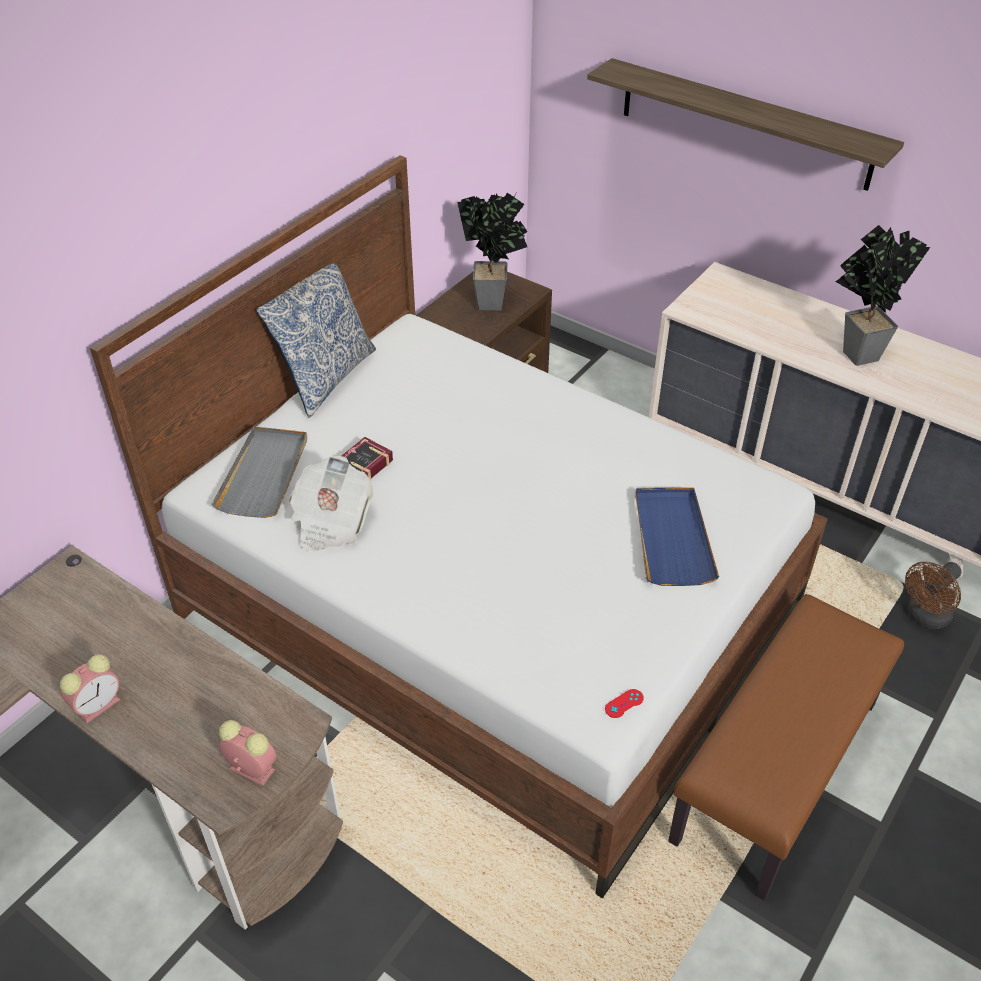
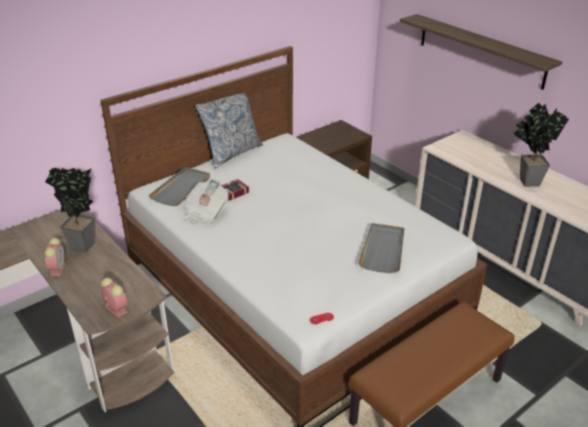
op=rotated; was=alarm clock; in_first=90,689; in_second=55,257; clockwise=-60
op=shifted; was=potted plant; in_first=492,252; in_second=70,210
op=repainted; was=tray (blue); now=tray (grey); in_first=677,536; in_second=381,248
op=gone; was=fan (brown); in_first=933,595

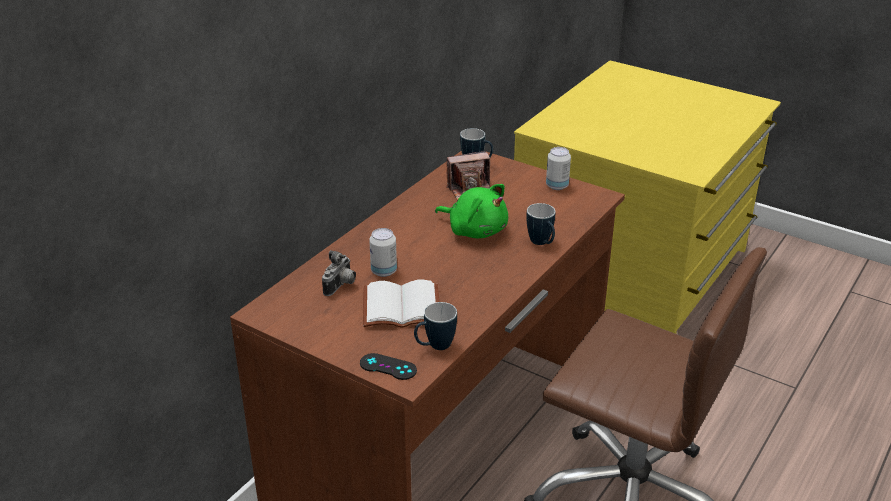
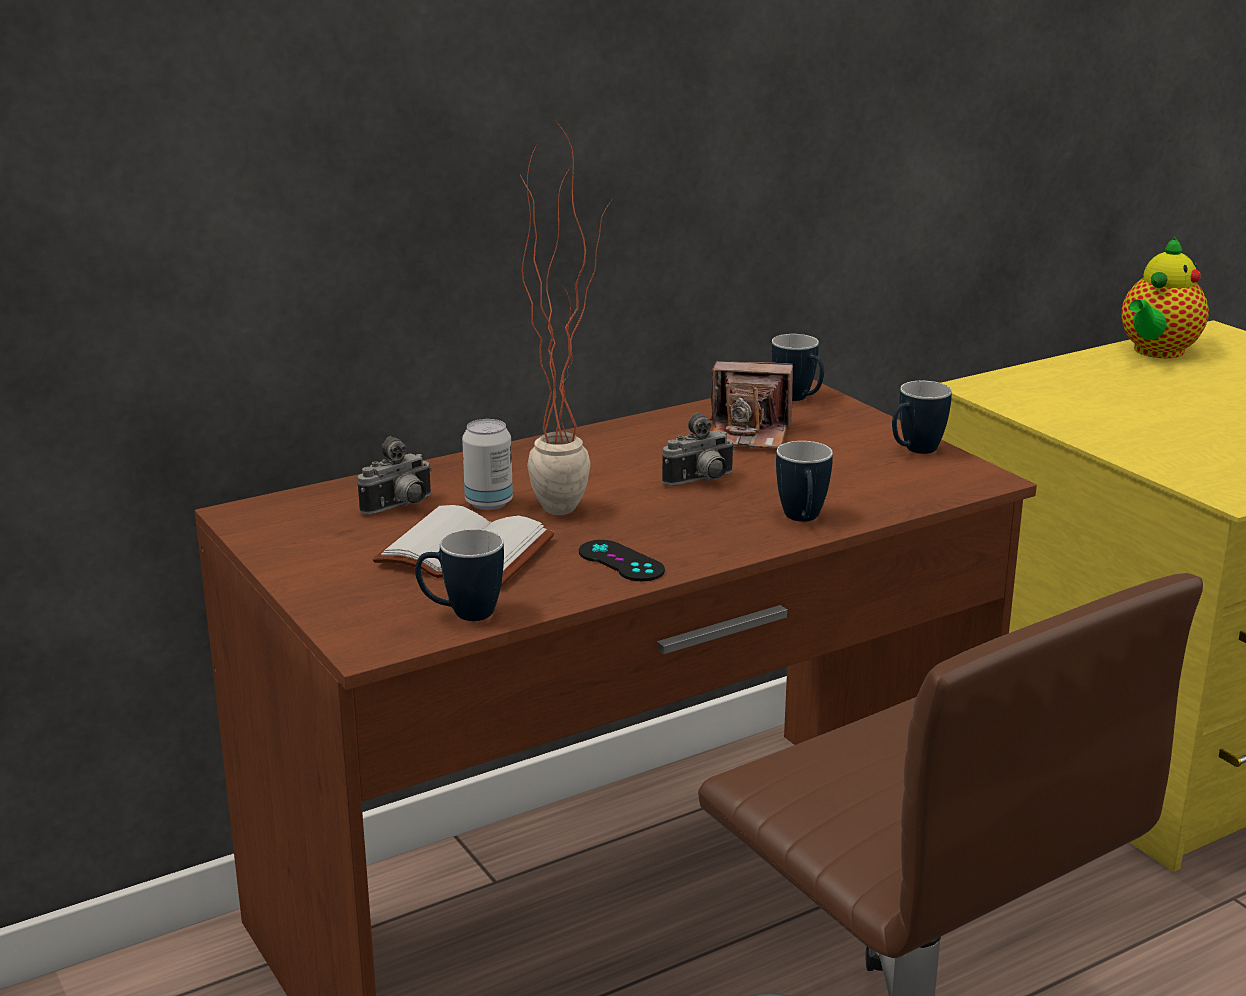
op=new; now=potted plant; in_second=566,317
op=shifted; was=game controller (black); in_first=388,366; in_second=622,560
op=swapped; was=plush toy (green); now=photo camera; in_first=471,211; in_second=698,449
op=swapped; was=can; now=mug; in_first=558,168; in_second=922,417
op=new; now=teapot; in_second=1165,297

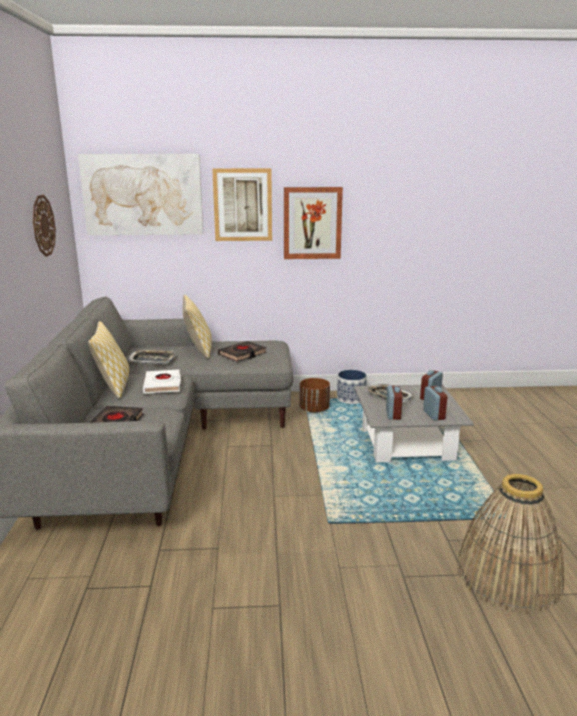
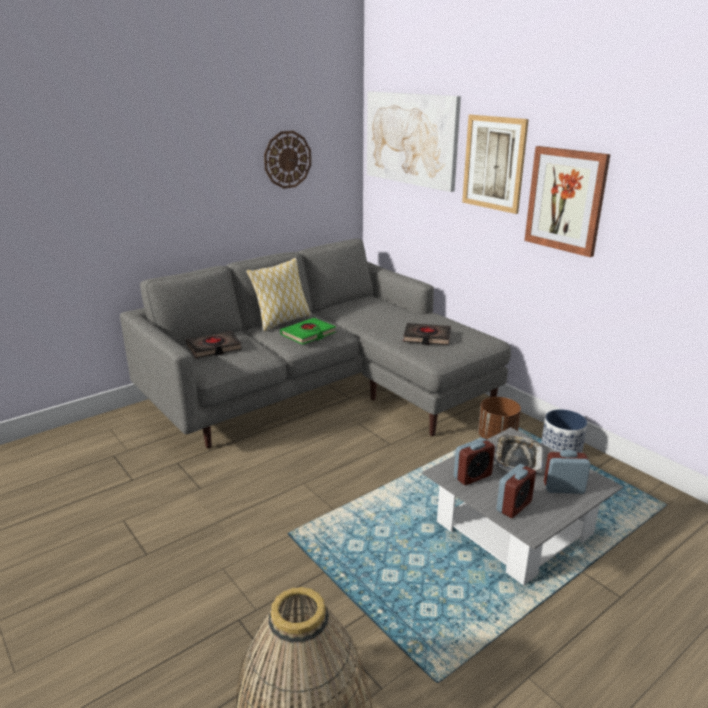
op=repainted; was=book (white); now=book (green); in_first=162,381; in_second=308,331
op=gone; was=tray; in_first=151,356
op=gone; was=pillow; in_first=197,327

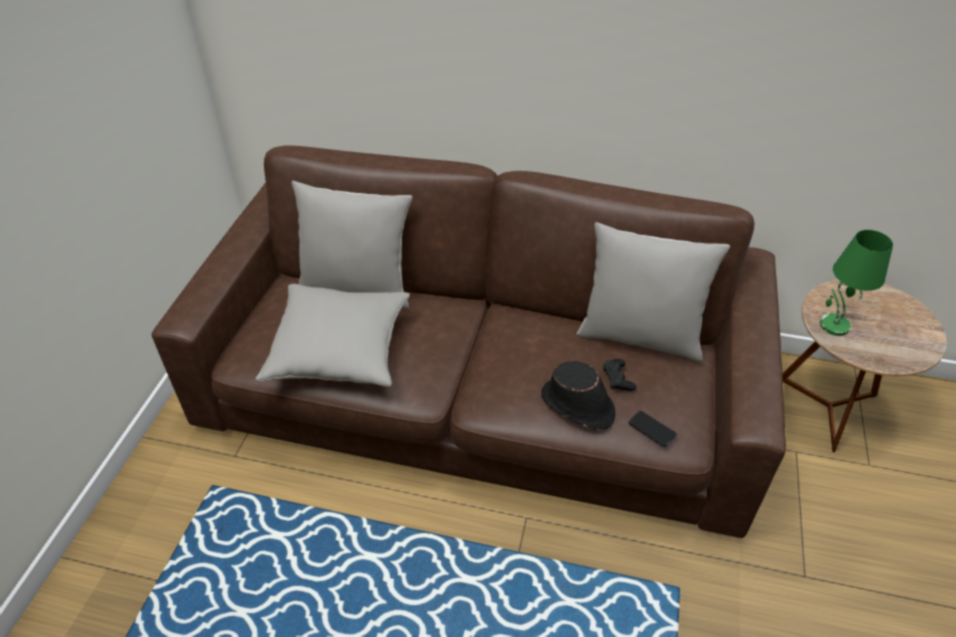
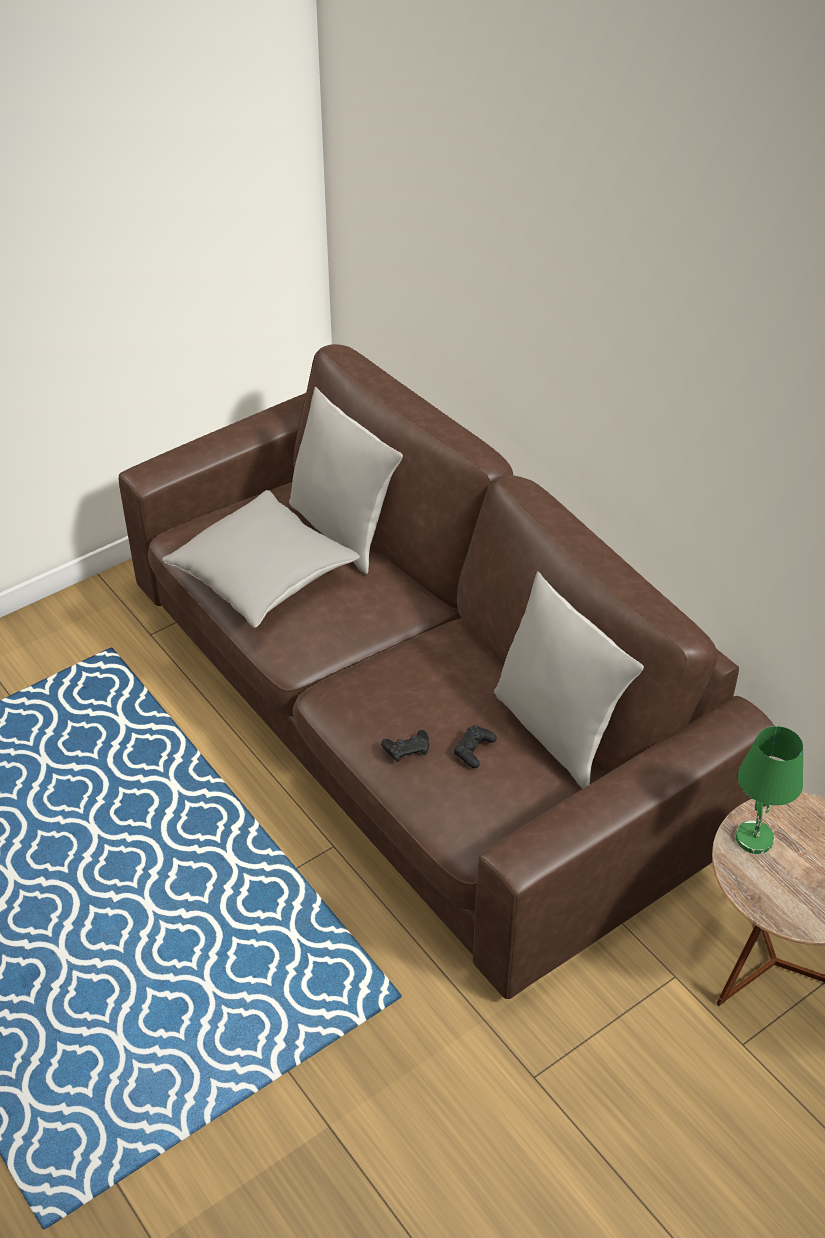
op=swapped; was=hat (black); now=game controller (black); in_first=578,395; in_second=405,746
op=gone; was=phone; in_first=653,429

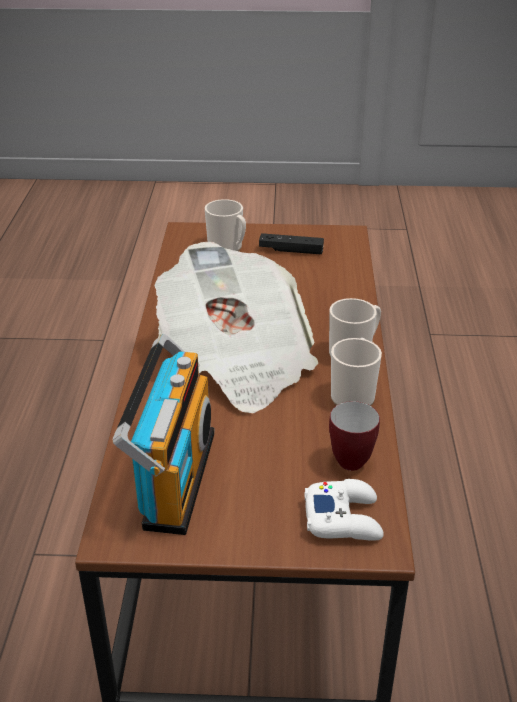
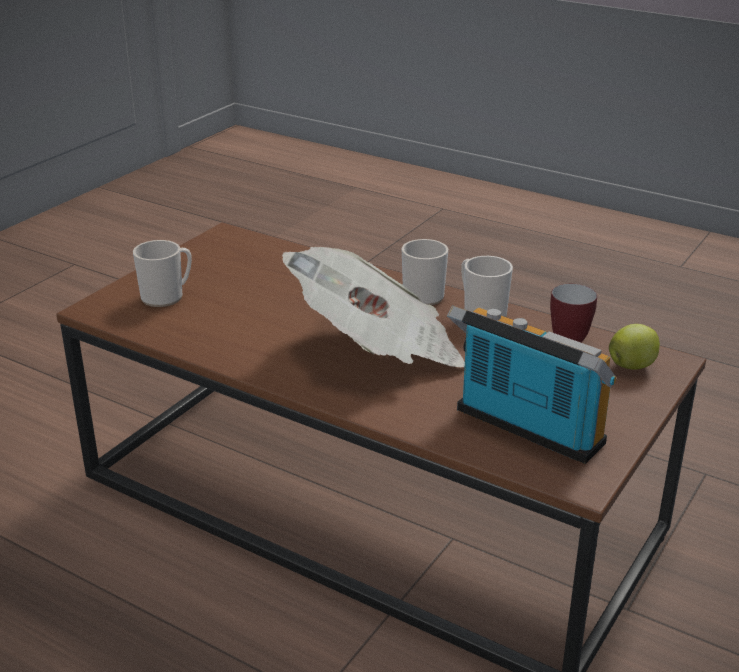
op=swapped; was=game controller (white); now=apple; in_first=344,510; in_second=634,347
op=gone; was=game controller (black); in_first=291,243

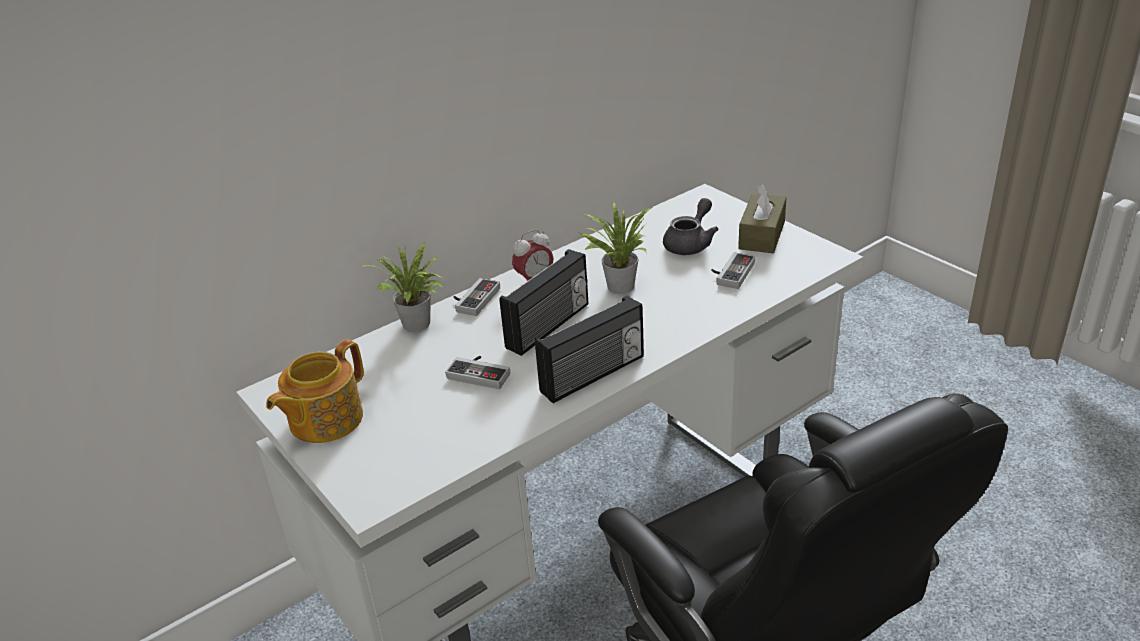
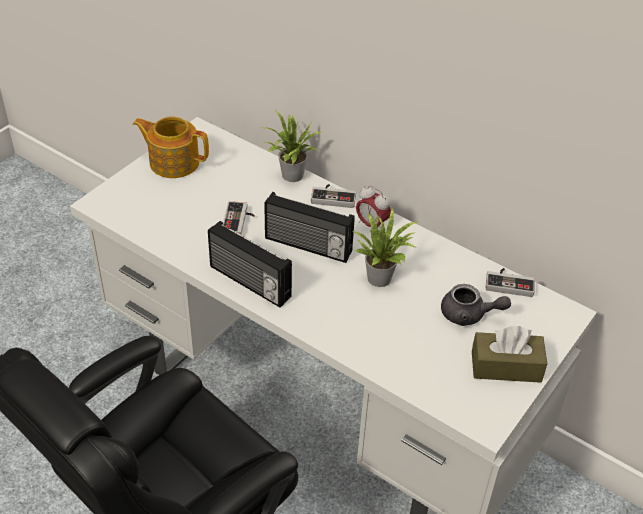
op=shifted; was=game controller; in_first=733,270; in_second=510,282

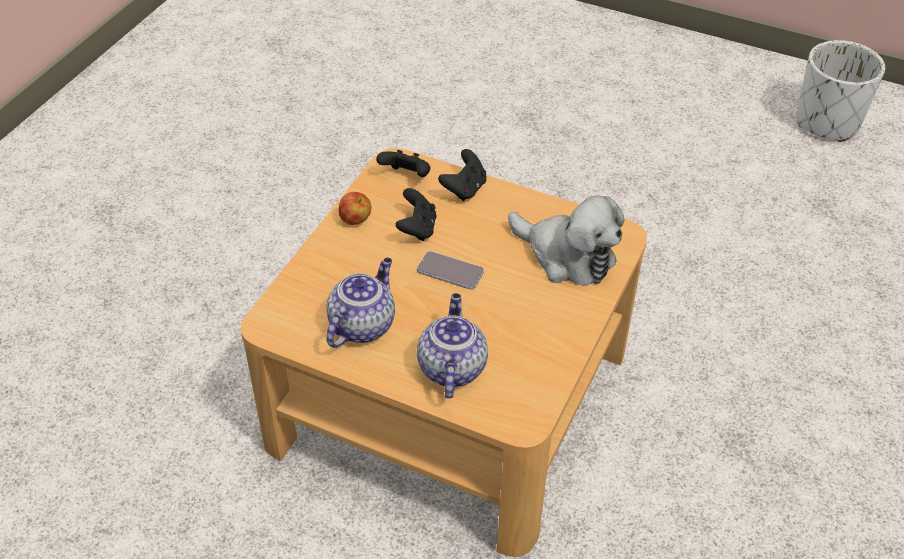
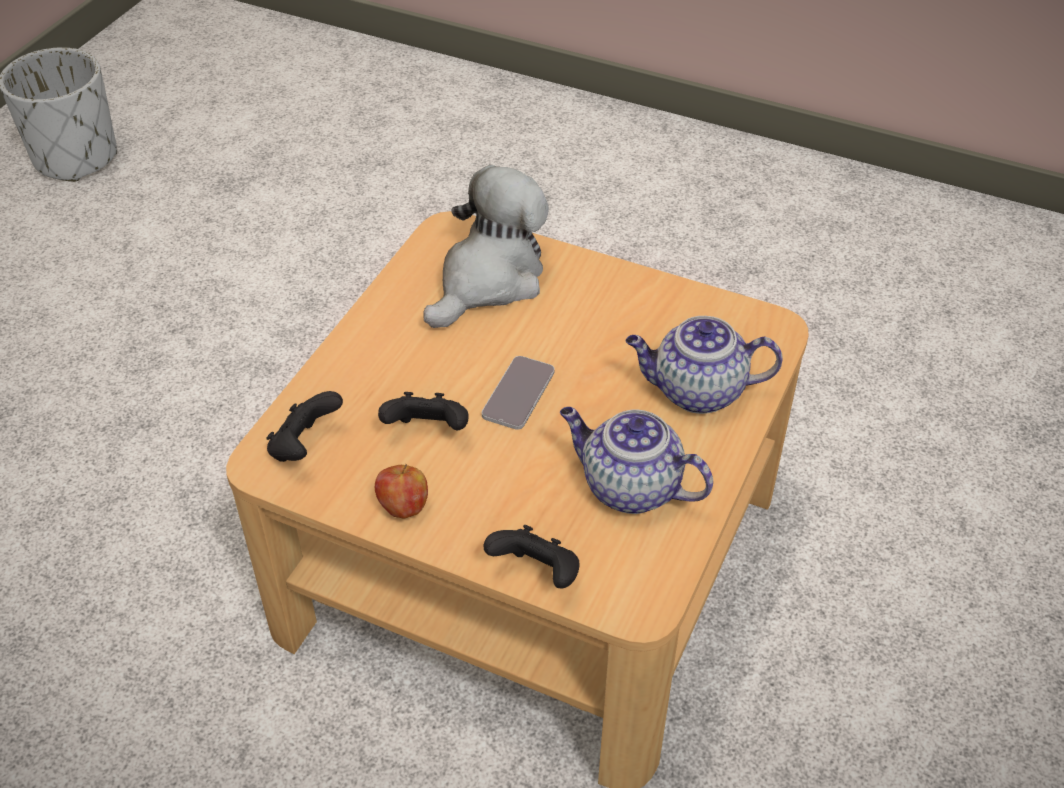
op=shifted; was=game controller (black); in_first=462,175; in_second=531,557

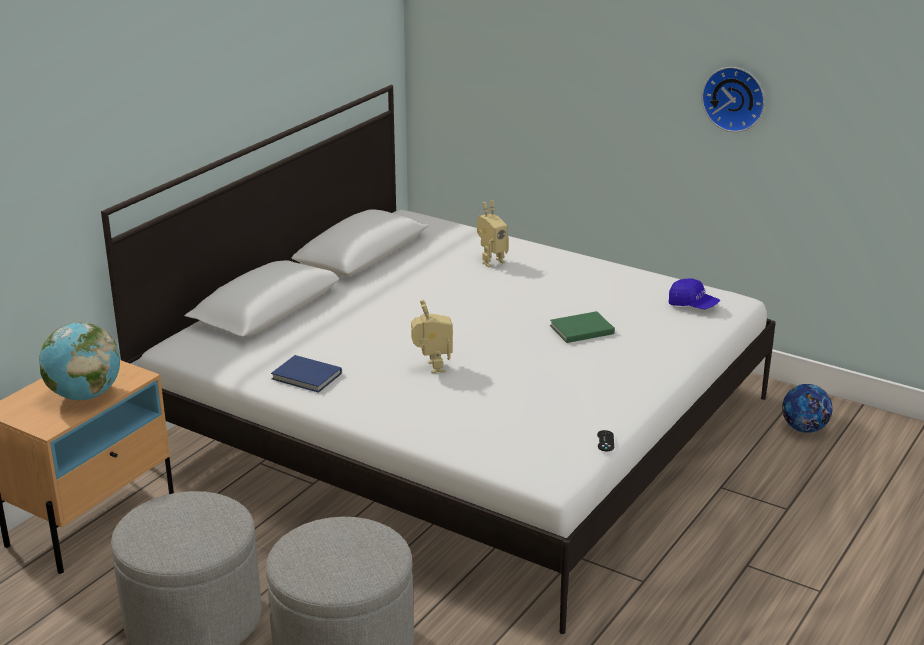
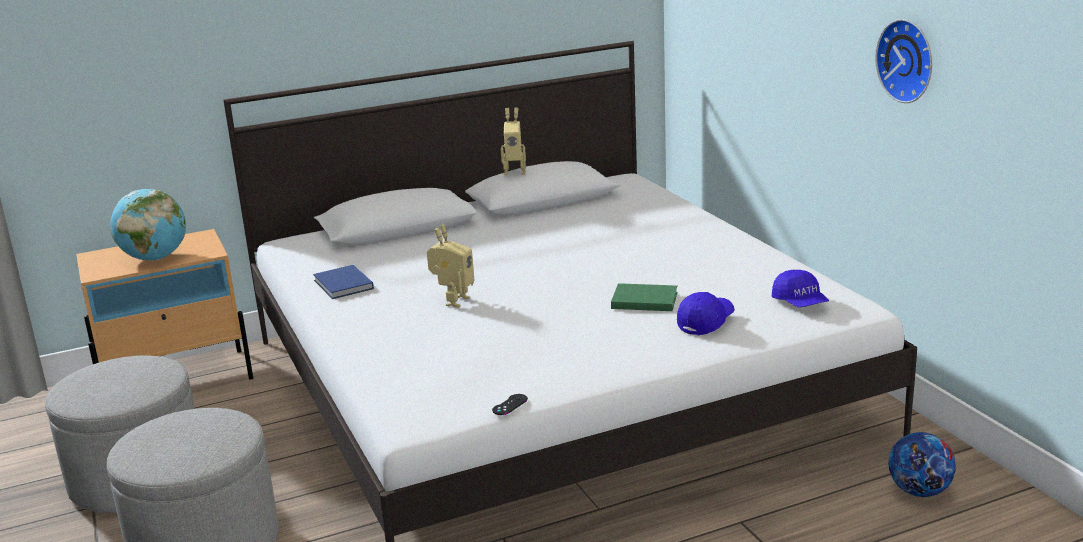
op=shifted; was=toy robot; in_first=493,234; in_second=513,141
op=new; now=cap (blue); in_second=706,313

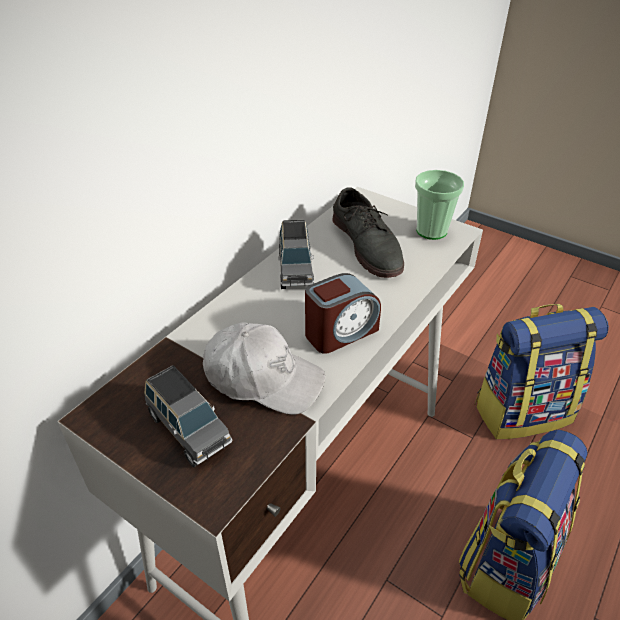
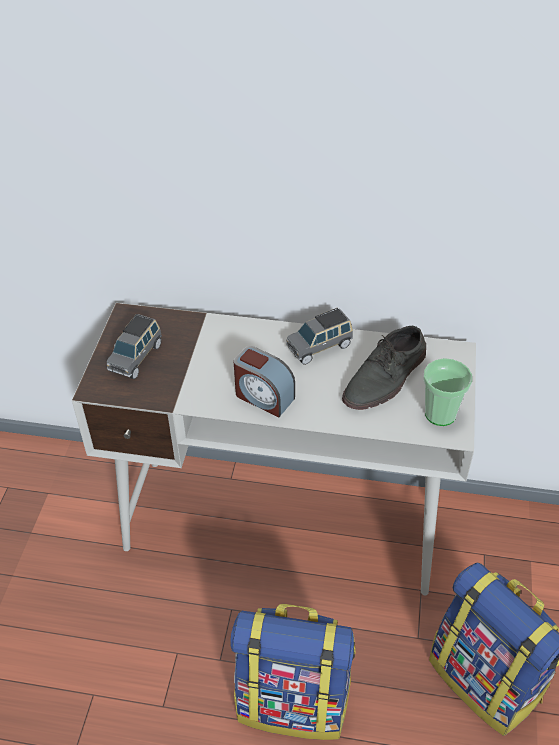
op=gone; was=cap (white); in_first=264,368

